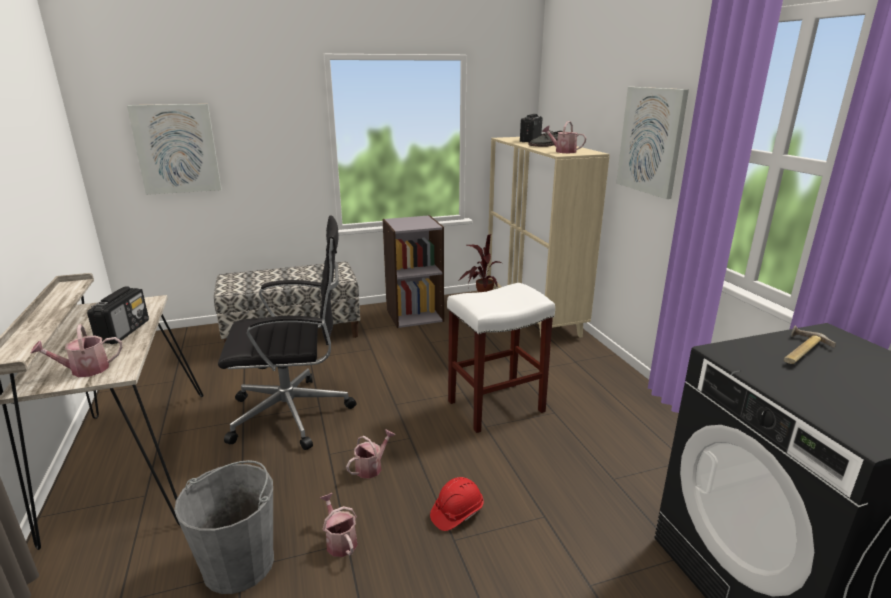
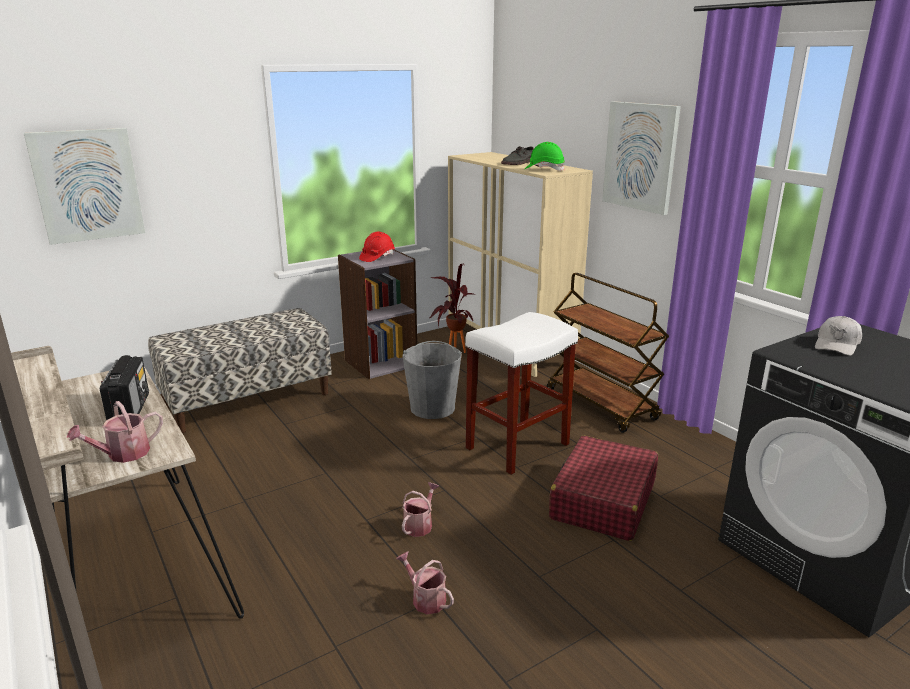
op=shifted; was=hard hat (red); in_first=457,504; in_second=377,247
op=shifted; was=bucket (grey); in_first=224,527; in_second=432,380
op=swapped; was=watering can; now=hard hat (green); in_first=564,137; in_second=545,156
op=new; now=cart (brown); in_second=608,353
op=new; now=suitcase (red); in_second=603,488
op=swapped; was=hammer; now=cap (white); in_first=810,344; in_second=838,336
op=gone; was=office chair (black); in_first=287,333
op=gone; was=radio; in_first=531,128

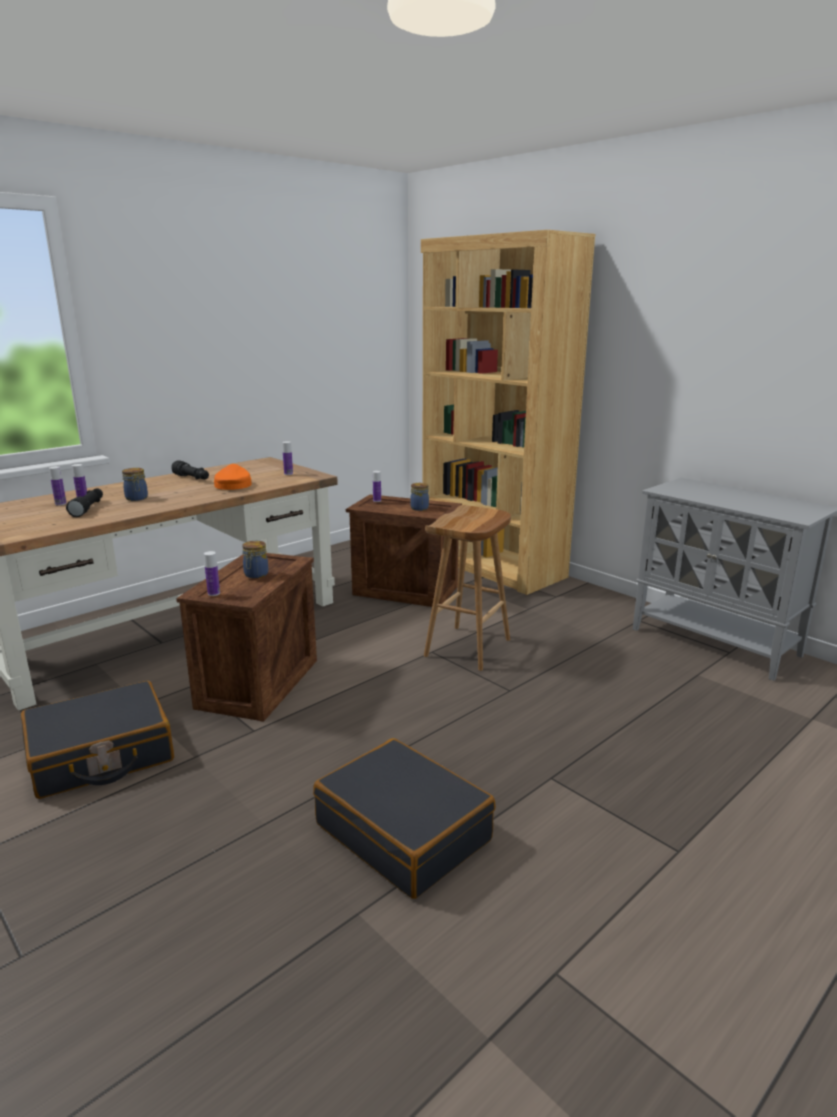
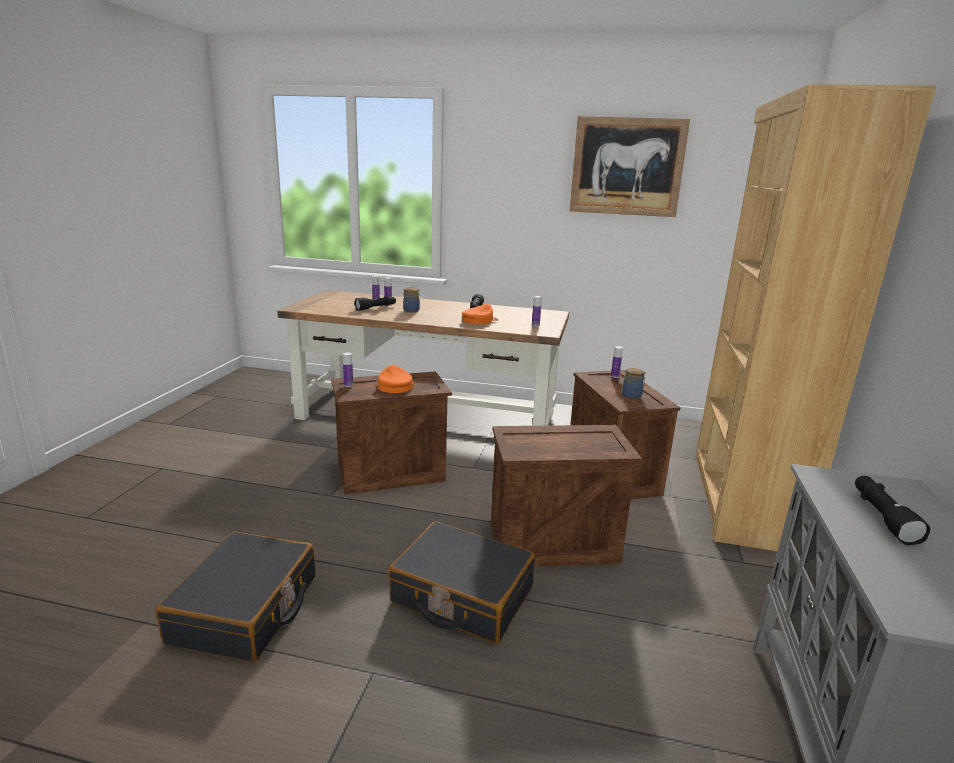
op=swapped; was=jar; now=cap (orange); in_first=255,559; in_second=395,379
op=shifted; was=suitcase (black); in_first=97,740; in_second=461,582
op=swapped; was=stool (brown); now=crate; in_first=467,588; in_second=566,496
op=new; now=picture; in_second=630,166
op=new; now=flashlight (black); in_second=893,511

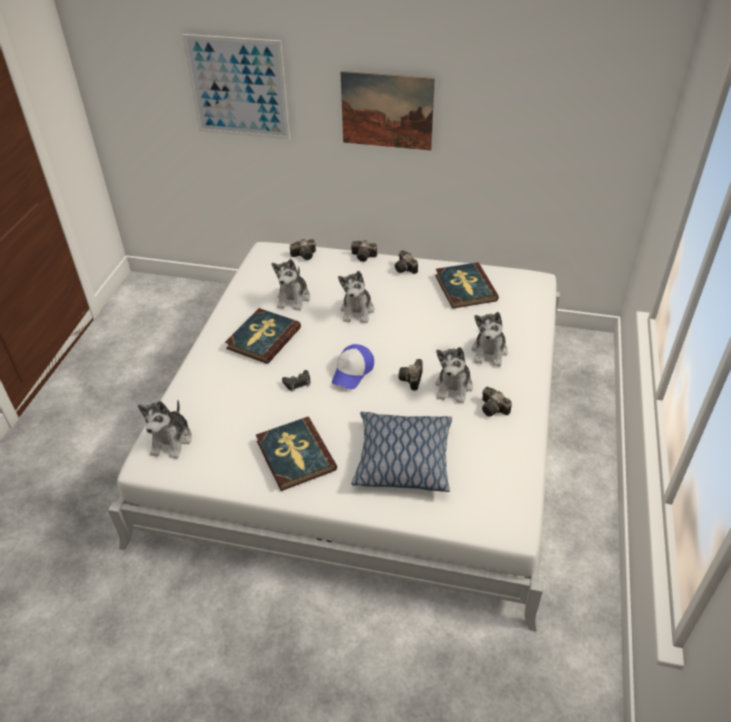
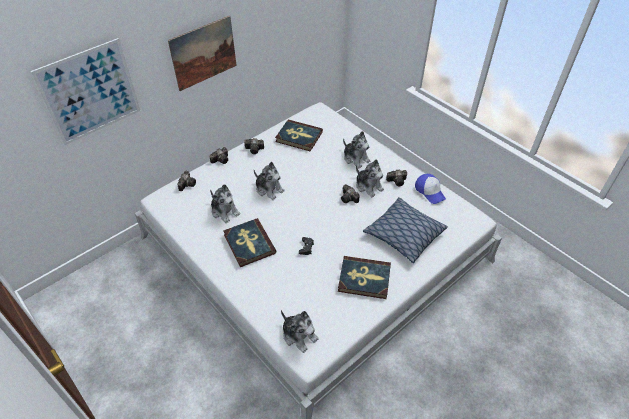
op=shifted; was=cap; in_first=353,367; in_second=430,189

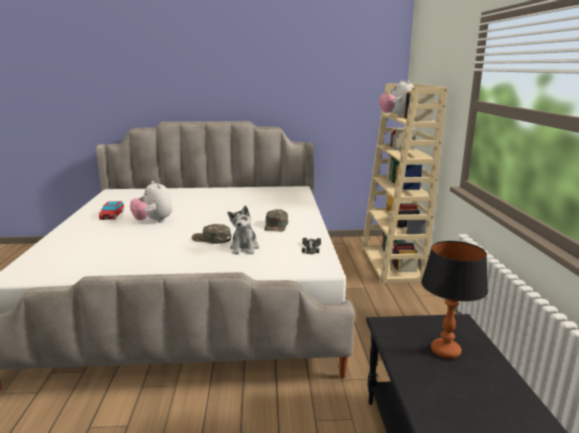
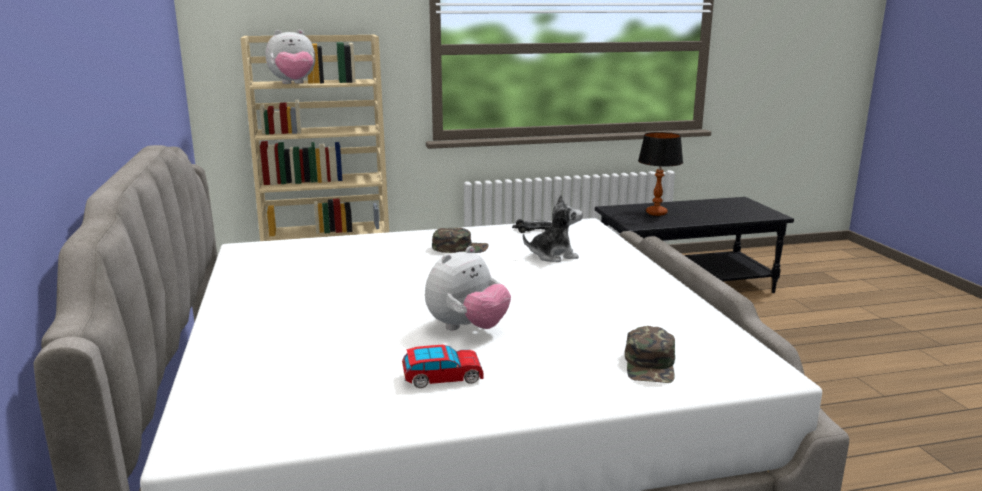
op=shifted; was=cap (green); in_first=211,234; in_second=650,354

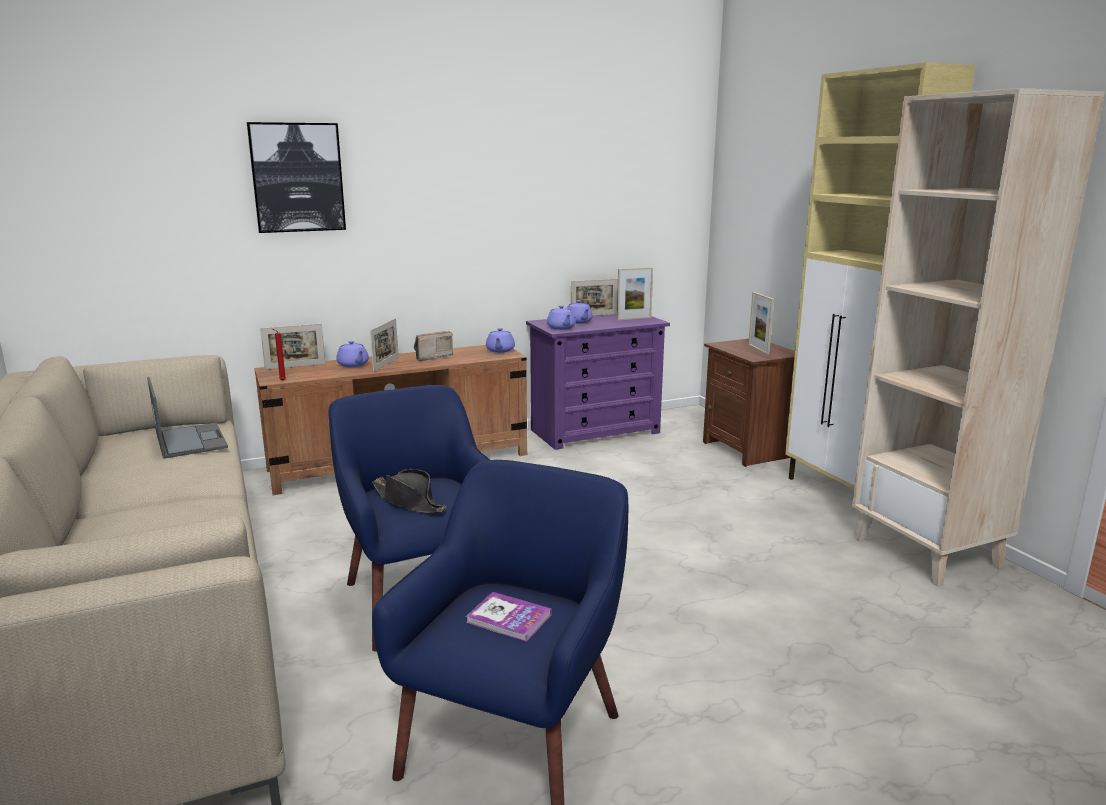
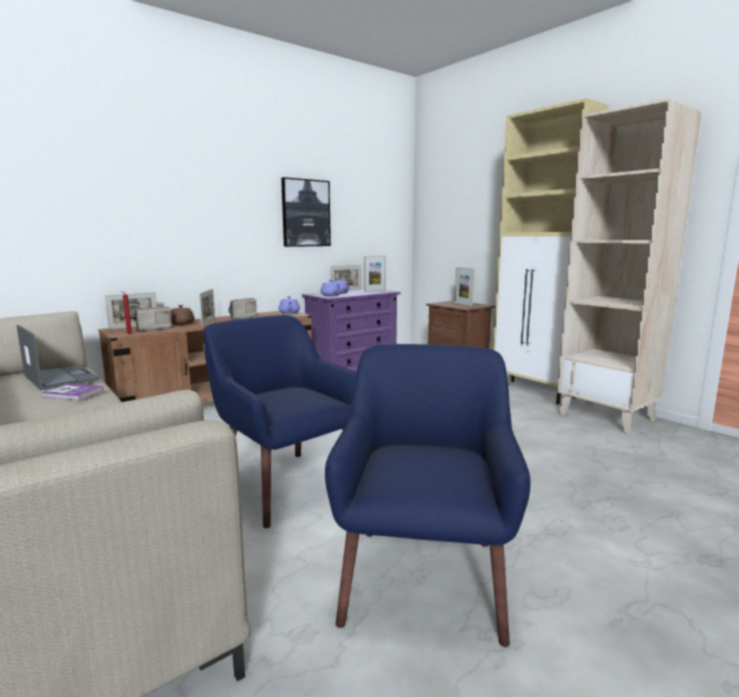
op=shifted; was=book; in_first=509,617; in_second=72,392
op=new; now=radio; in_second=153,319
op=repainted; was=teapot (purple); now=teapot (brown); in_first=352,354; in_second=183,315
op=shifted; was=picture; in_first=296,177; in_second=306,212
op=gone; was=hat (black); in_first=409,491

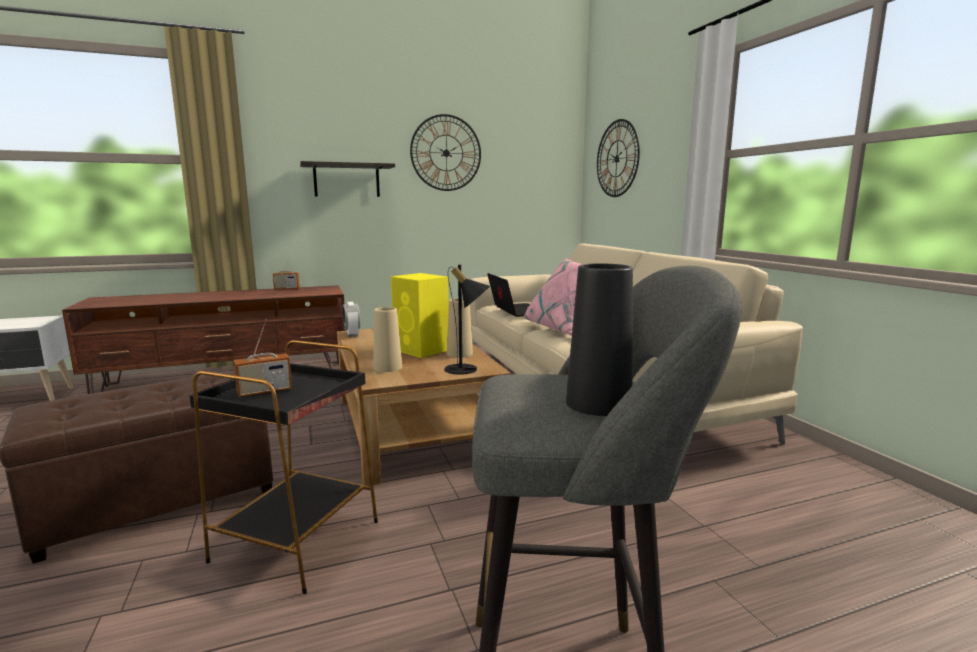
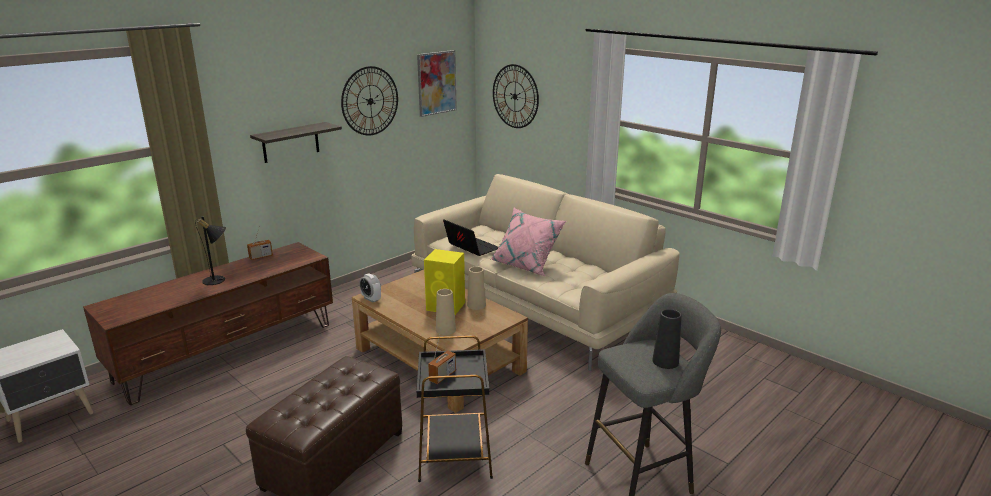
op=shifted; was=table lamp (black); in_first=467,319; in_second=210,250
op=new; now=picture; in_second=437,83

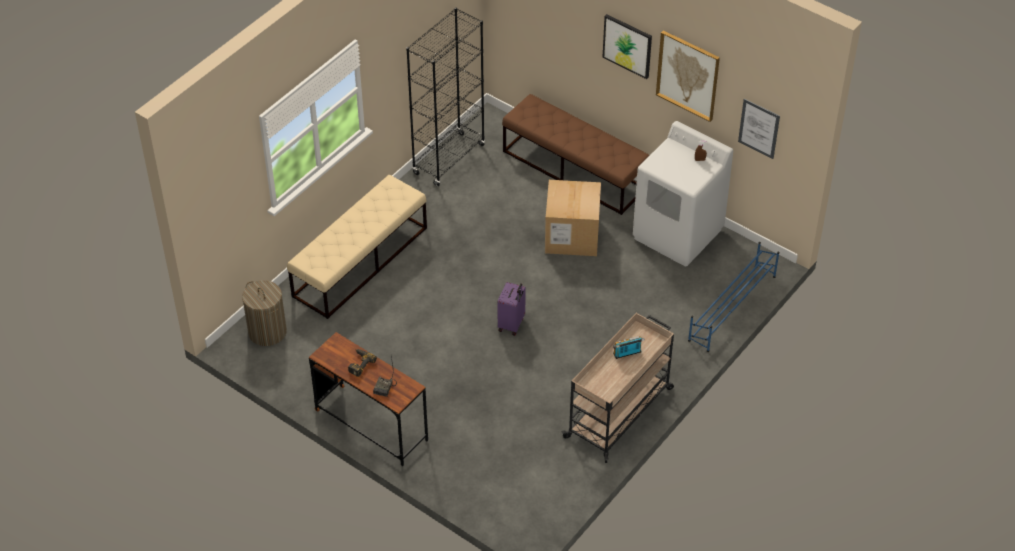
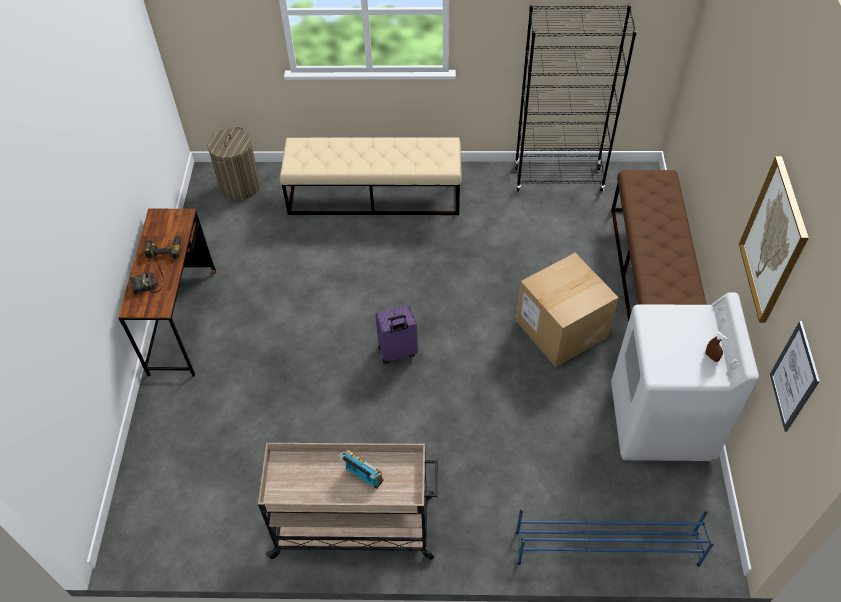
op=gone; was=picture; in_first=627,46

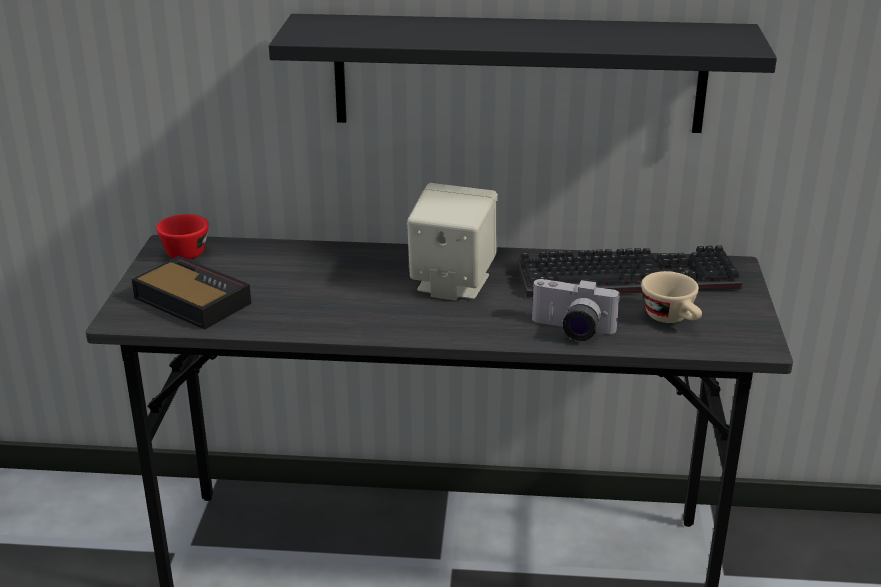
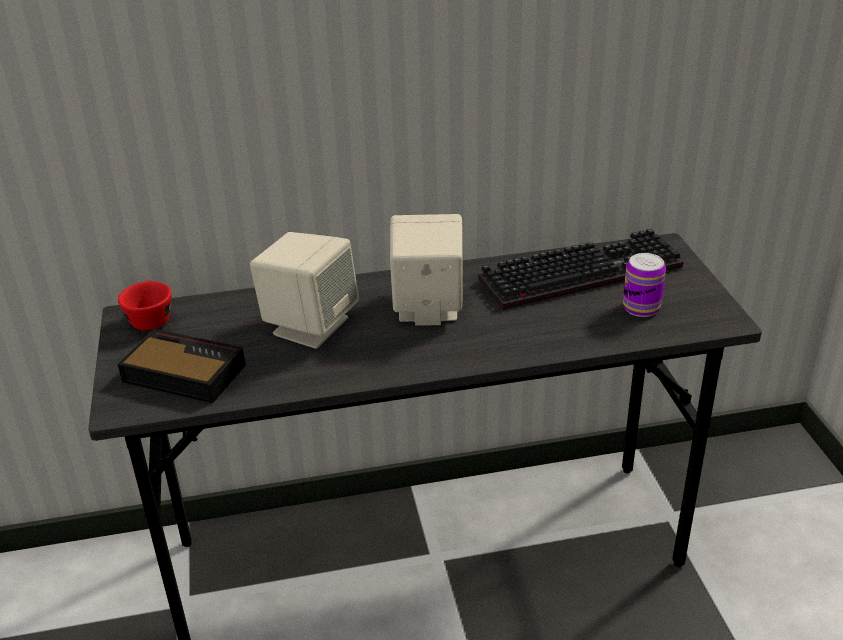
op=new; now=speaker (beige); in_second=304,290
op=swapped; was=cup (beige); now=can; in_first=671,297; in_second=644,285
op=gone; was=shelf (black); in_first=523,73
op=gone; was=photo camera; in_first=576,310

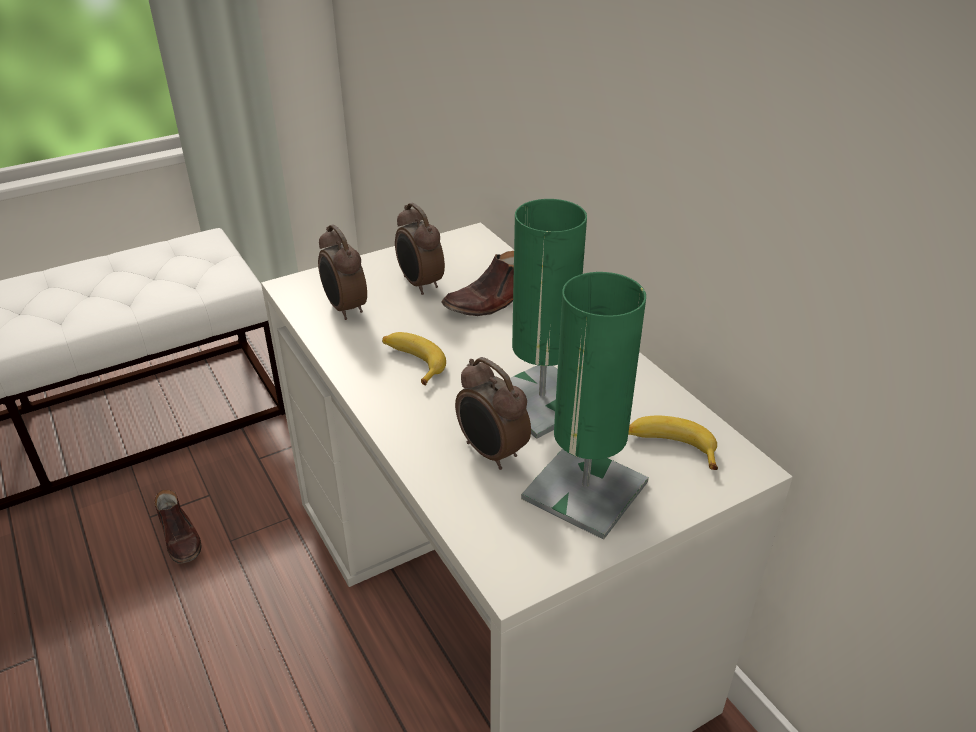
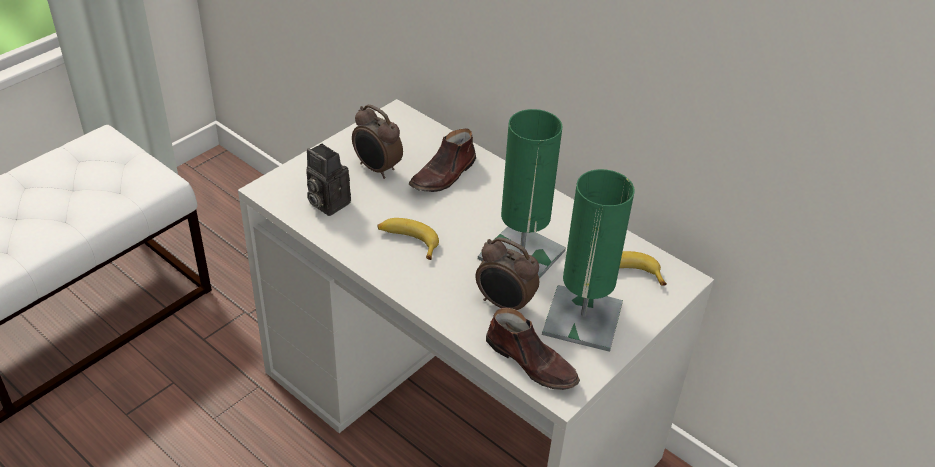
op=swapped; was=alarm clock; now=photo camera; in_first=342,272; in_second=328,179
op=shifted; was=shoe (brown); in_first=178,526; in_second=533,349

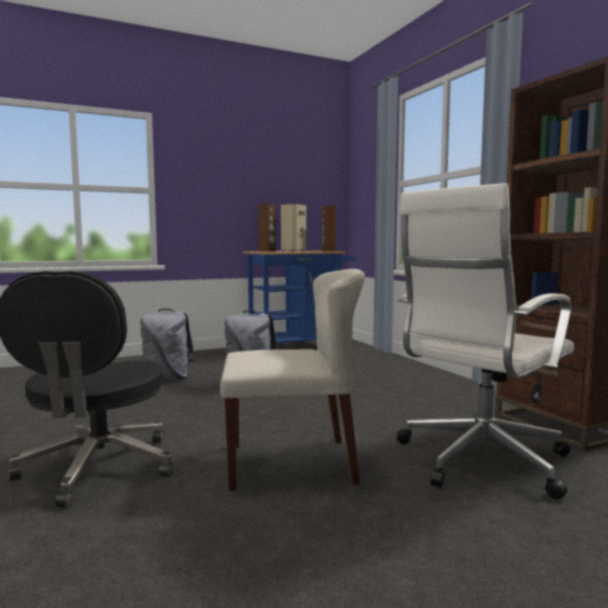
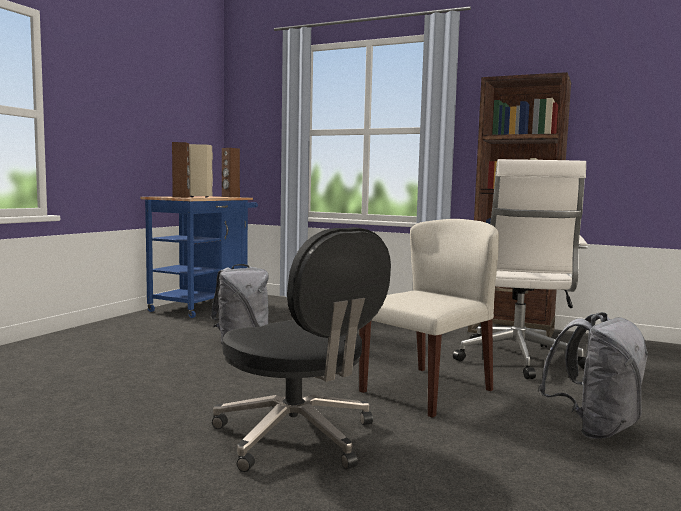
op=shifted; was=backpack (grey); in_first=167,344; in_second=593,375

